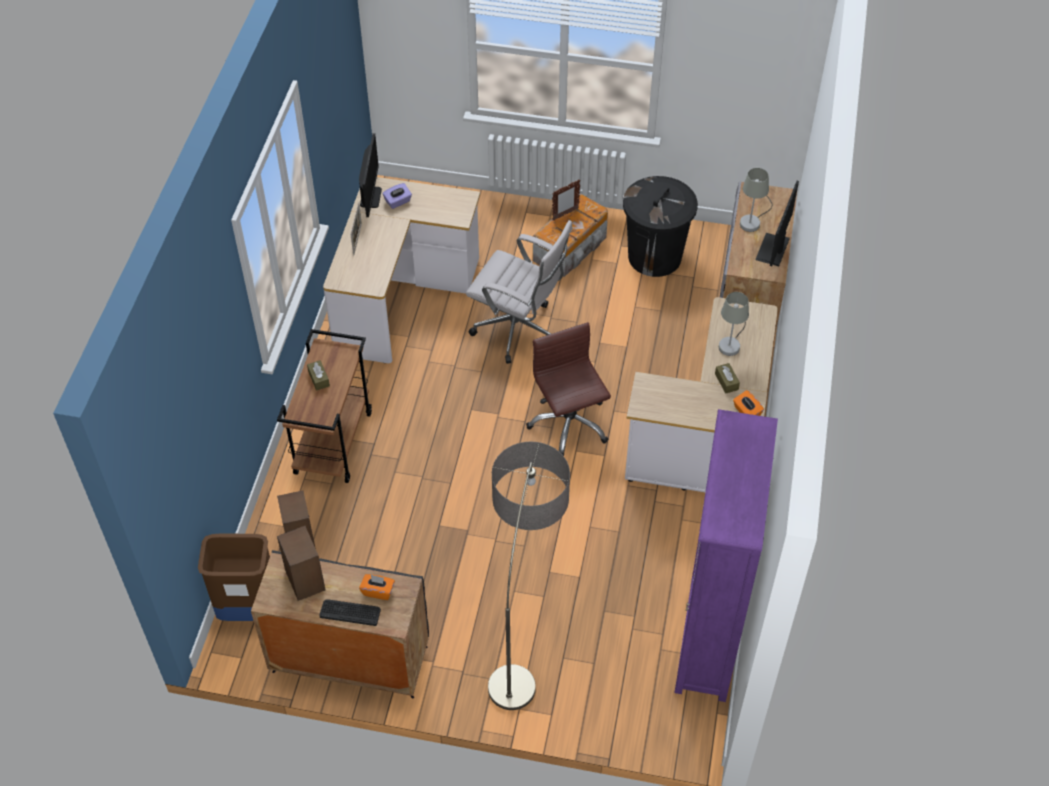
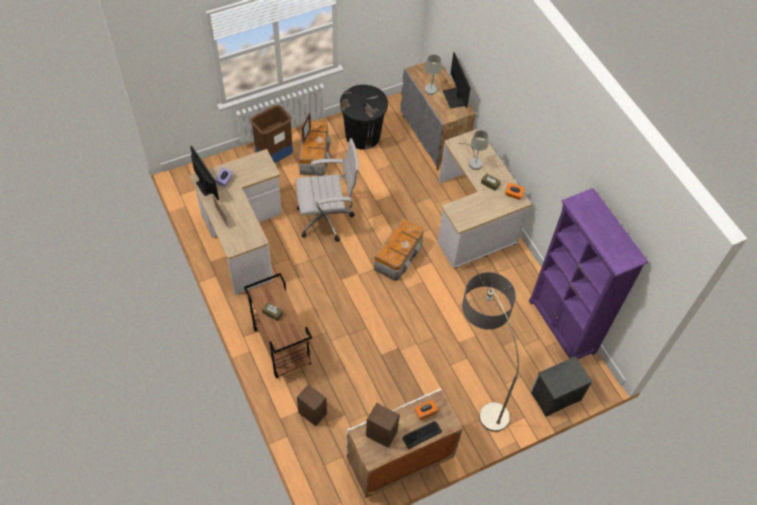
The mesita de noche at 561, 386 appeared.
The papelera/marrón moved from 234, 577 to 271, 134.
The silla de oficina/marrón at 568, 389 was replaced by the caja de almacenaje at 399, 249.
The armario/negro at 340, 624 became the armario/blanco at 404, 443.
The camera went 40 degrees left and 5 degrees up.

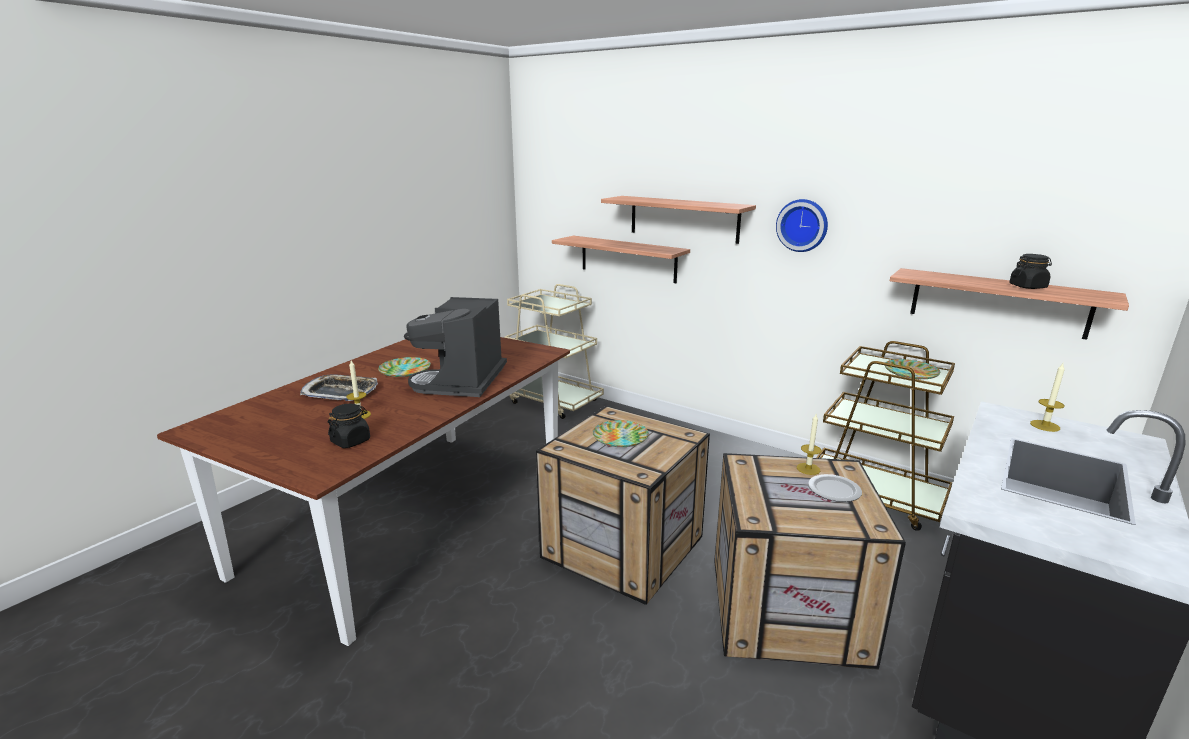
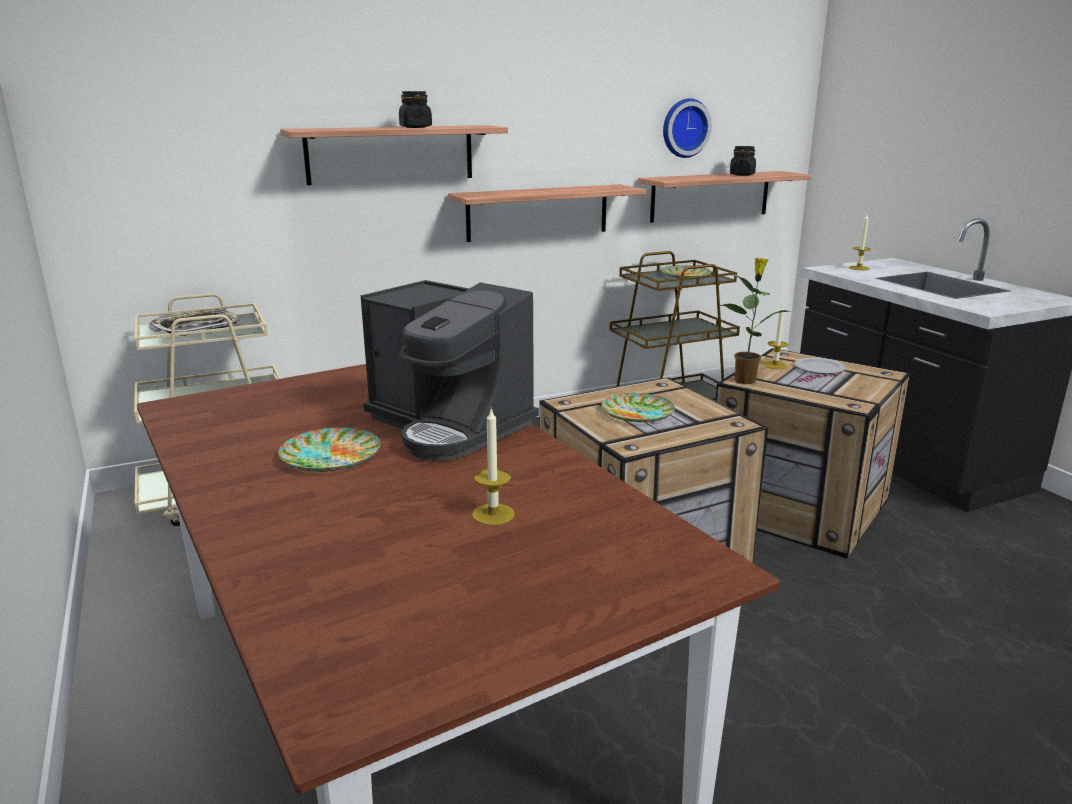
The planta en maceta at 755, 321 appeared.
The bandeja moved from 339, 387 to 195, 322.
The tarro/negro moved from 349, 426 to 415, 109.
The estante moved from 621, 259 to 547, 213.
The reloj de pared moved from 802, 225 to 687, 128.
The camera went 60 degrees left and 0 degrees up.

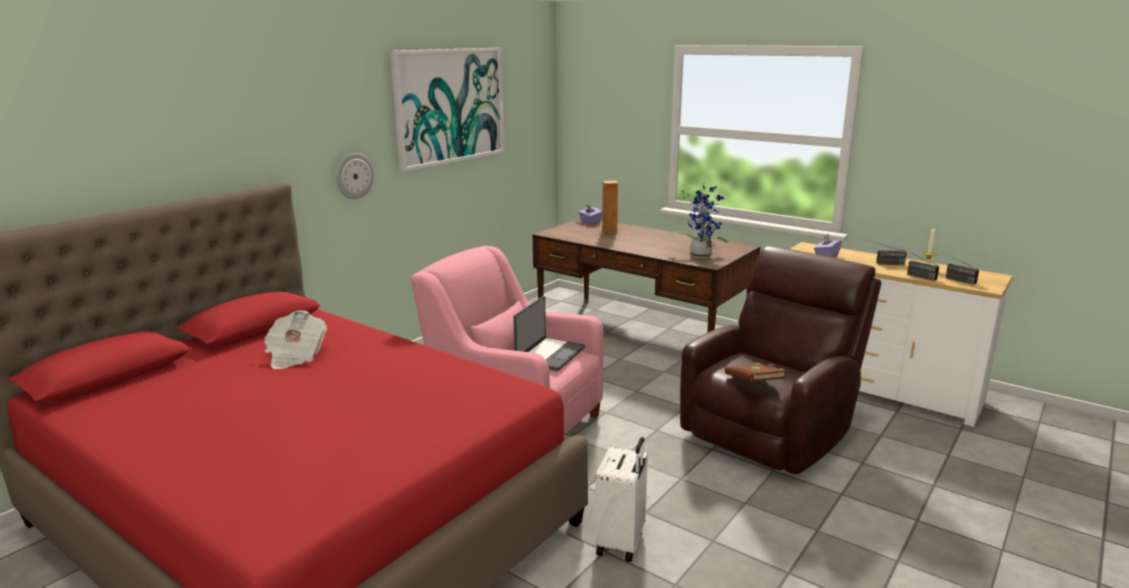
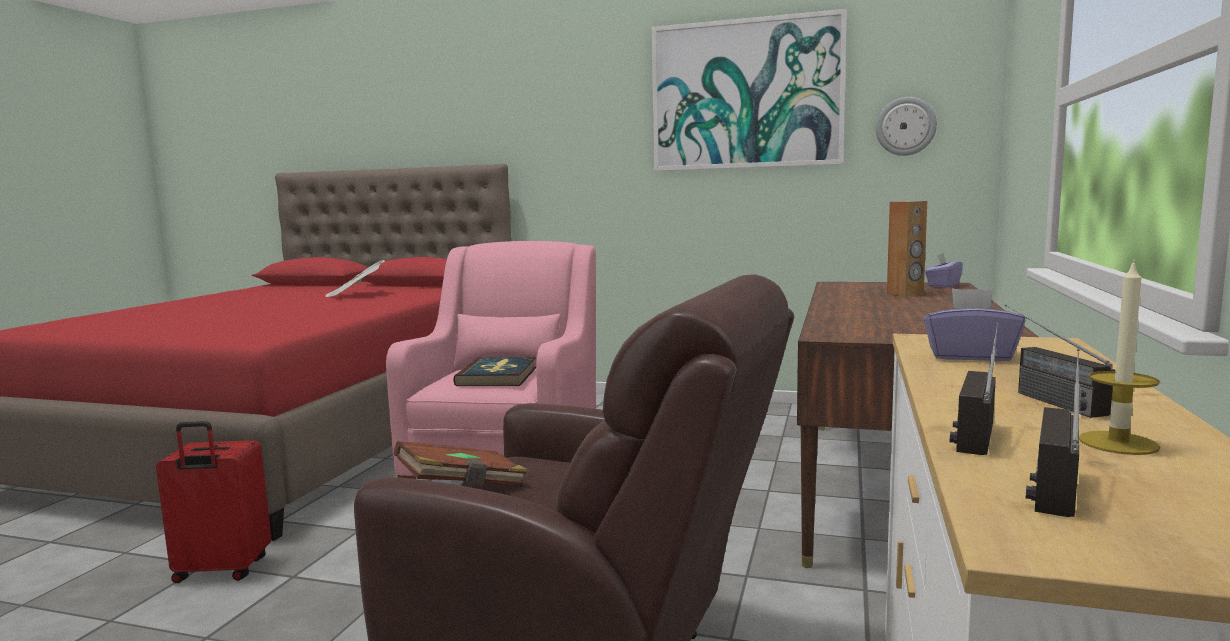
The planta en maceta at 698, 221 disappeared.
The reloj de pared moved from 355, 176 to 906, 126.
The portátil at 549, 333 was replaced by the libro at 494, 371.
The maleta/blanco at 621, 499 became the maleta/rojo at 213, 502.
The camera went 70 degrees right and 10 degrees down.

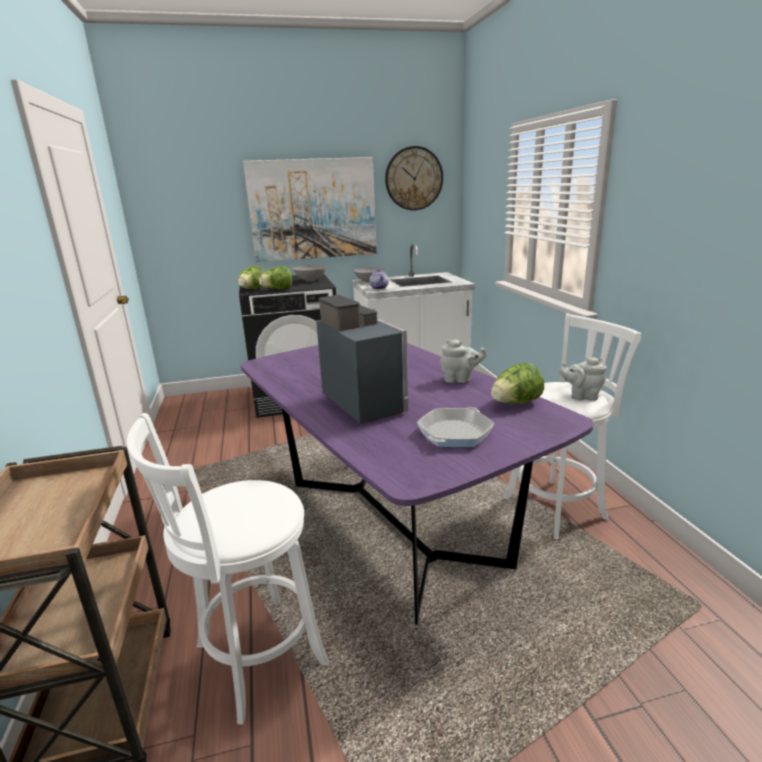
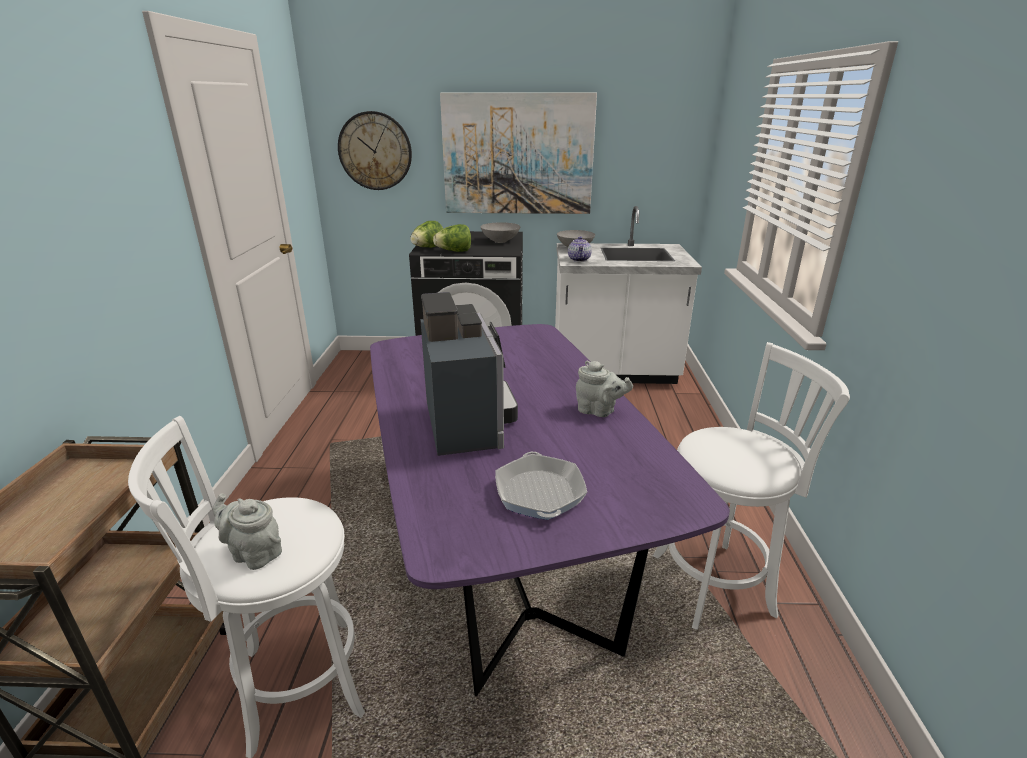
The lechuga at 517, 383 disappeared.
The reloj de pared moved from 414, 178 to 375, 150.
The tetera/gris moved from 582, 379 to 247, 531.
The sartén at 456, 427 turned 120 degrees clockwise.
The camera went 15 degrees right and 5 degrees up.

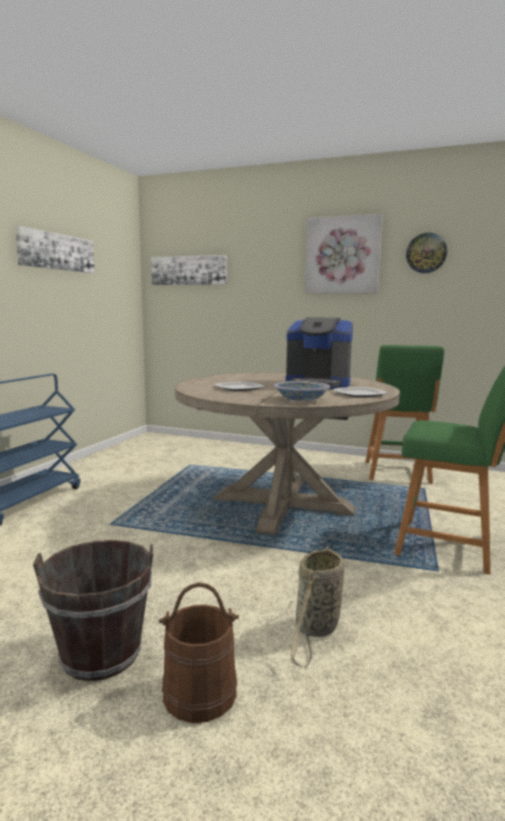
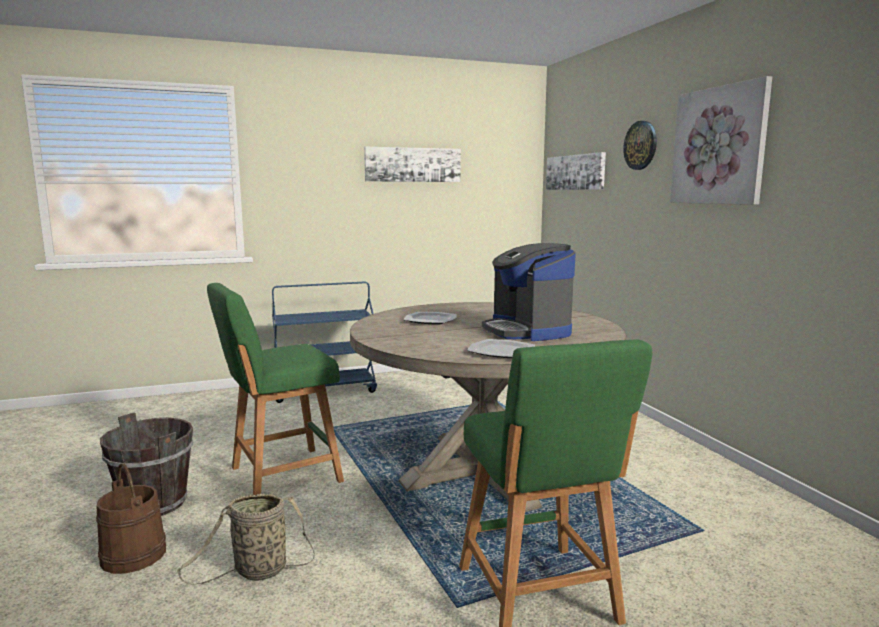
The cuenco at 302, 391 disappeared.
The taburete/verde moved from 404, 414 to 275, 389.
The reloj de pared moved from 426, 253 to 640, 145.
The camera went 50 degrees right and 0 degrees up.

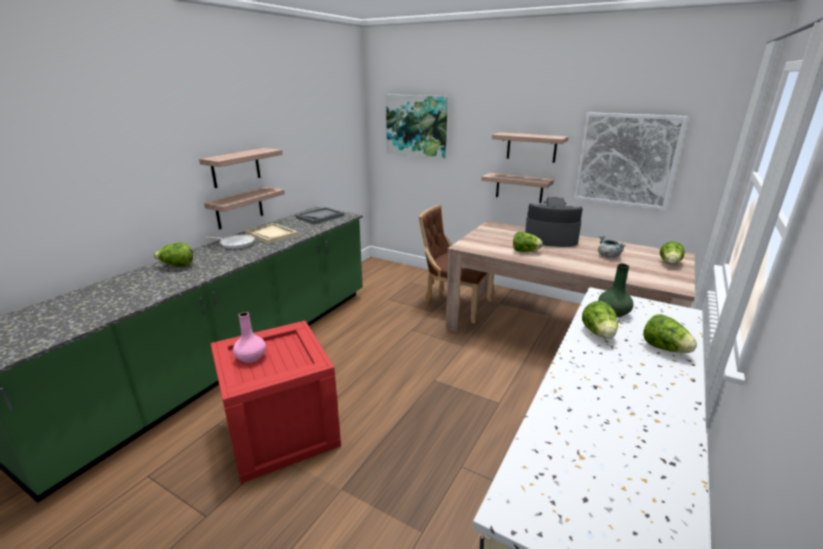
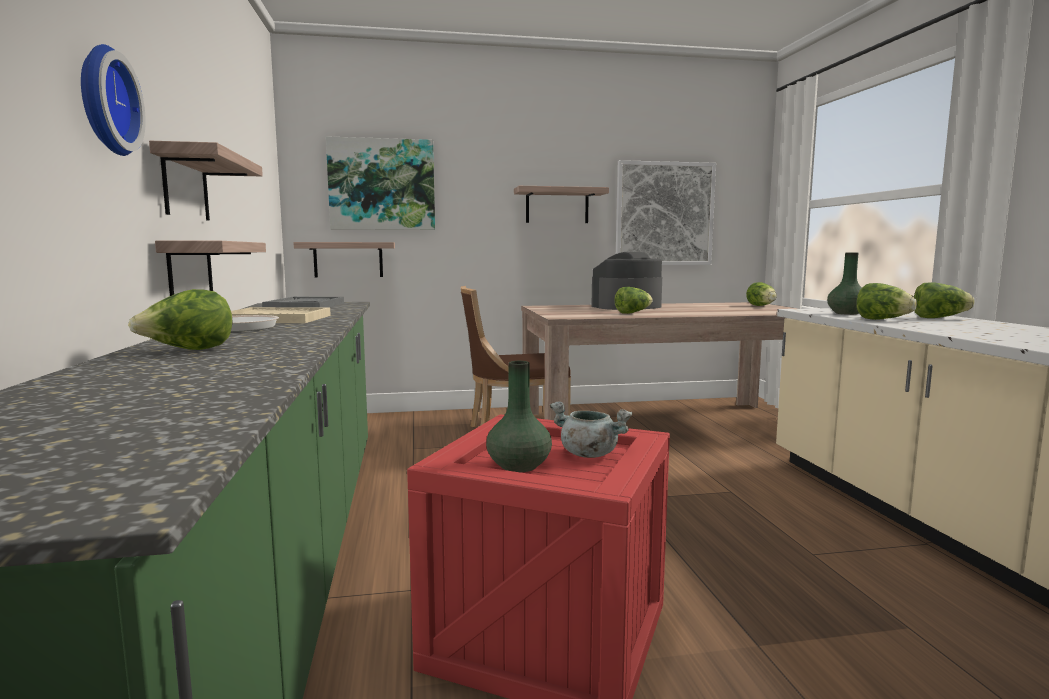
The reloj de pared at 113, 100 appeared.
The estante moved from 517, 188 to 344, 259.
The olla/gris moved from 612, 246 to 591, 430.
The florero/rosa at 249, 337 became the florero/verde at 519, 416.
The camera went 40 degrees left and 15 degrees down.

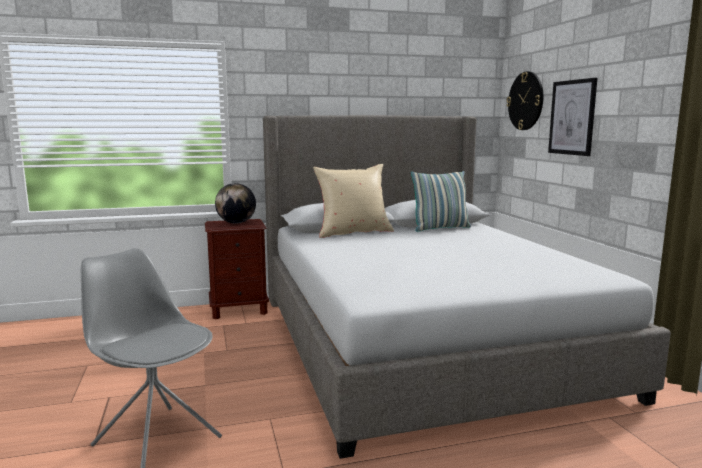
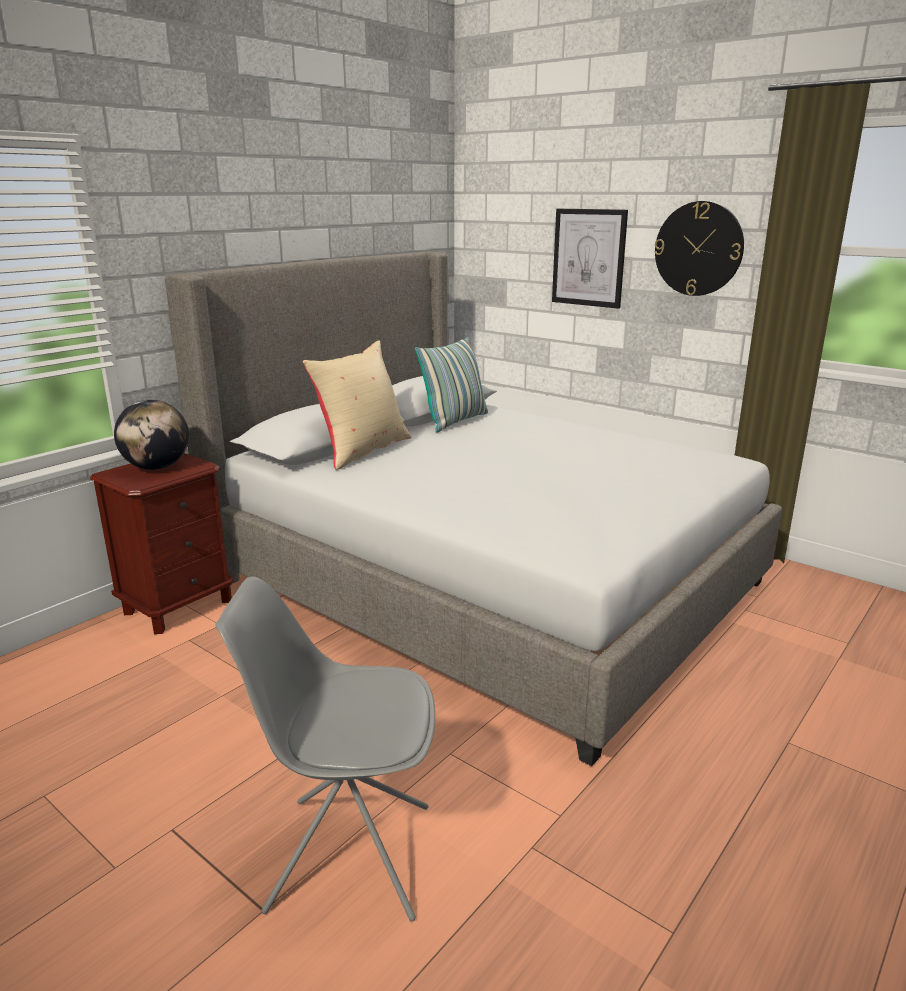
The reloj de pared moved from 525, 100 to 699, 248.
The camera went 35 degrees left and 10 degrees up.

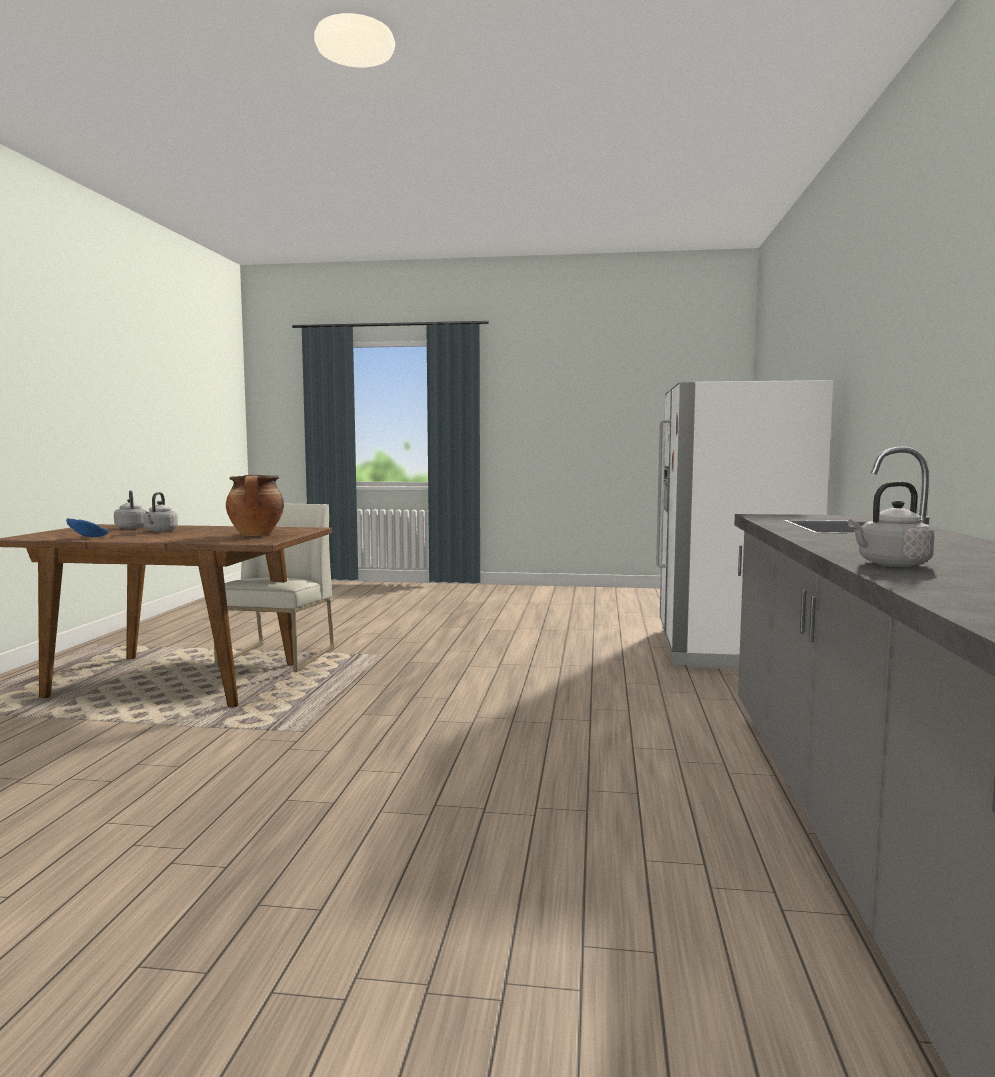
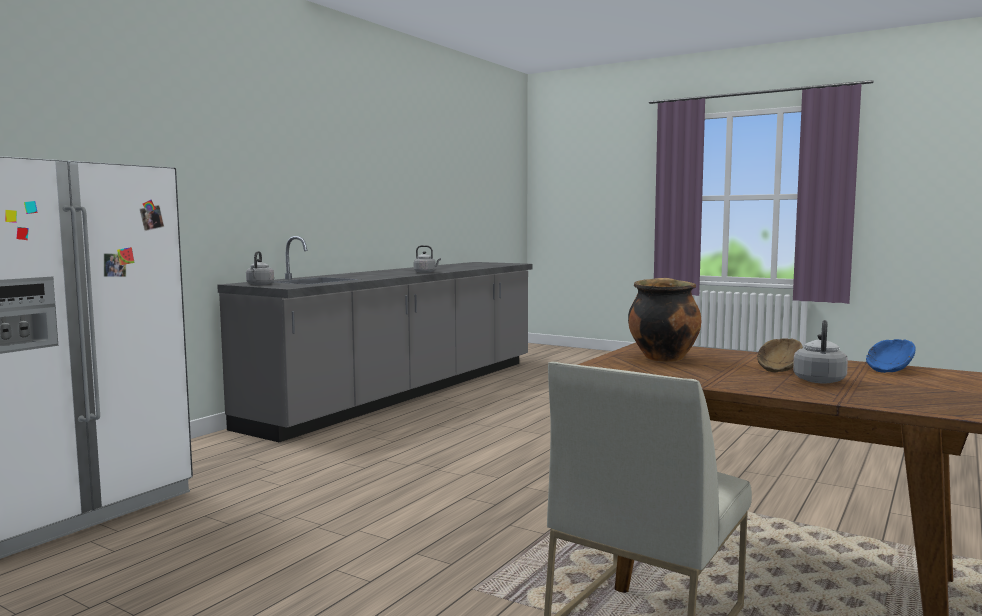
The cuenco/marrón at 780, 355 appeared.
The hervidor/gris moved from 130, 509 to 260, 268.
The camera went 155 degrees left and 0 degrees up.

